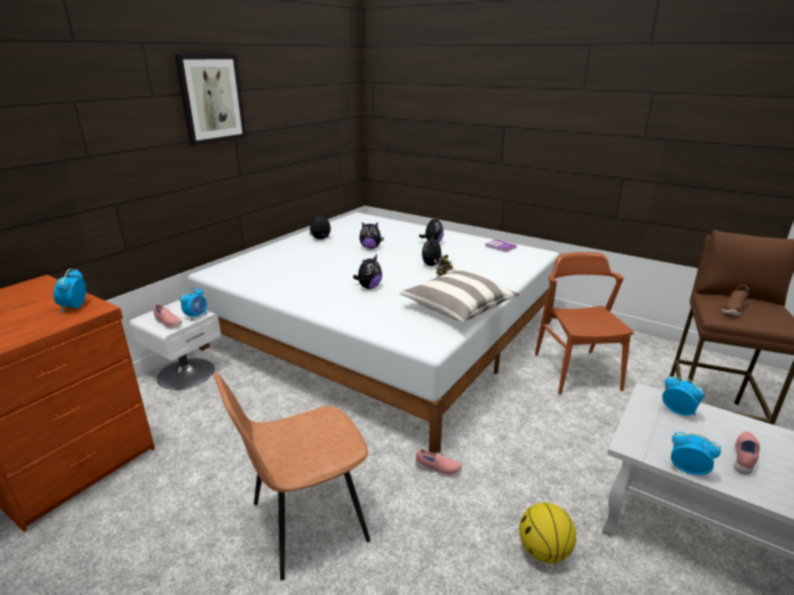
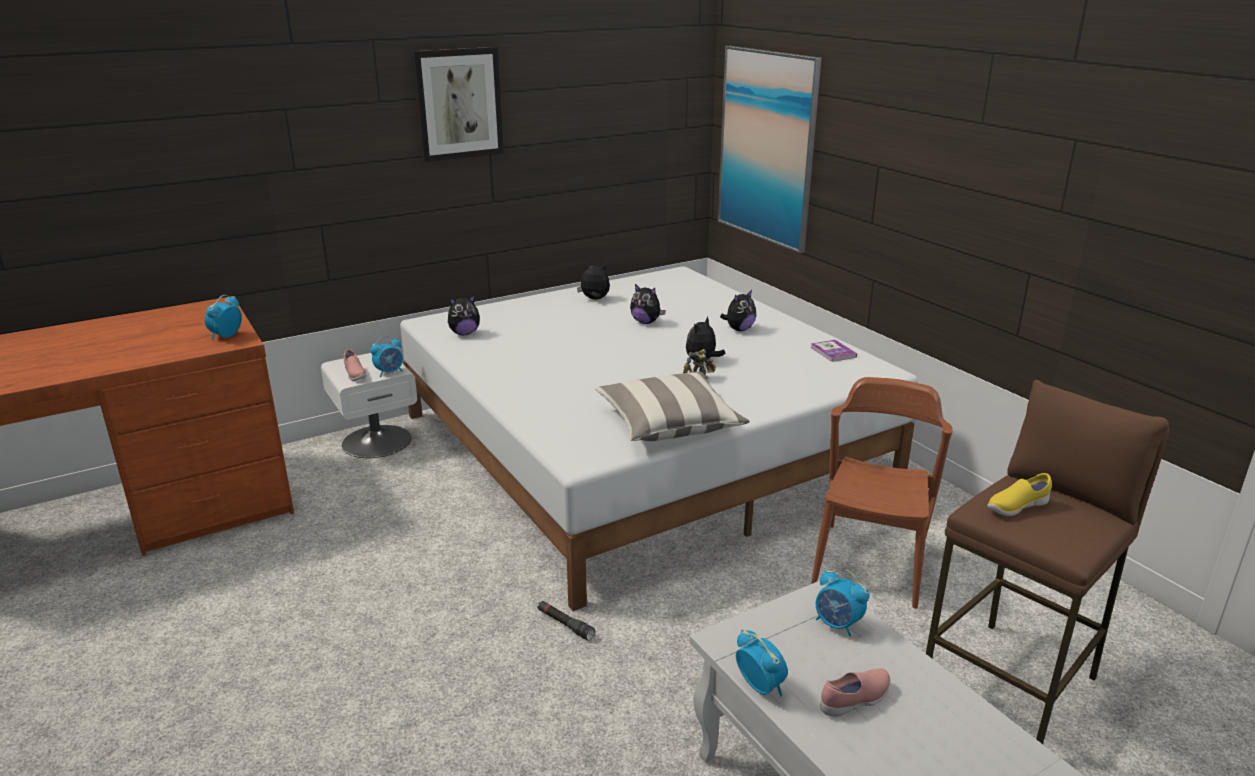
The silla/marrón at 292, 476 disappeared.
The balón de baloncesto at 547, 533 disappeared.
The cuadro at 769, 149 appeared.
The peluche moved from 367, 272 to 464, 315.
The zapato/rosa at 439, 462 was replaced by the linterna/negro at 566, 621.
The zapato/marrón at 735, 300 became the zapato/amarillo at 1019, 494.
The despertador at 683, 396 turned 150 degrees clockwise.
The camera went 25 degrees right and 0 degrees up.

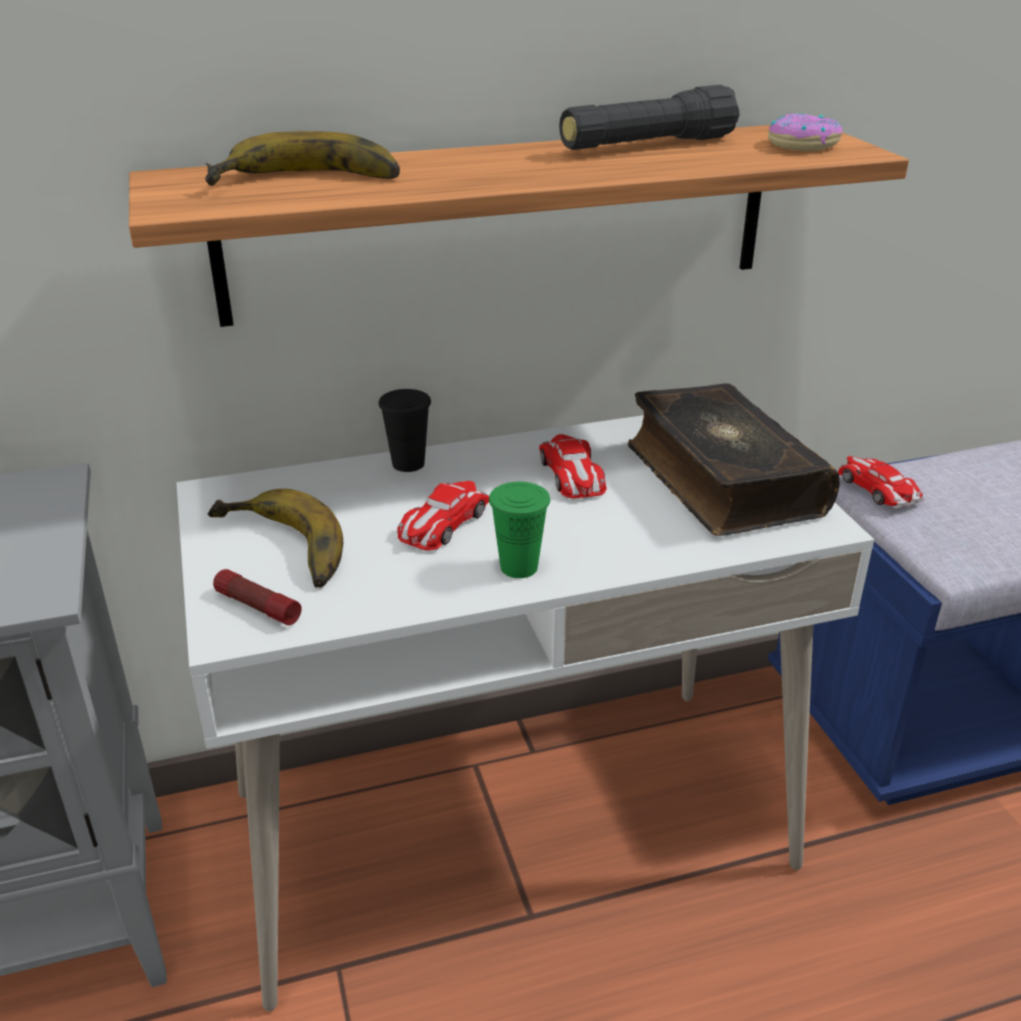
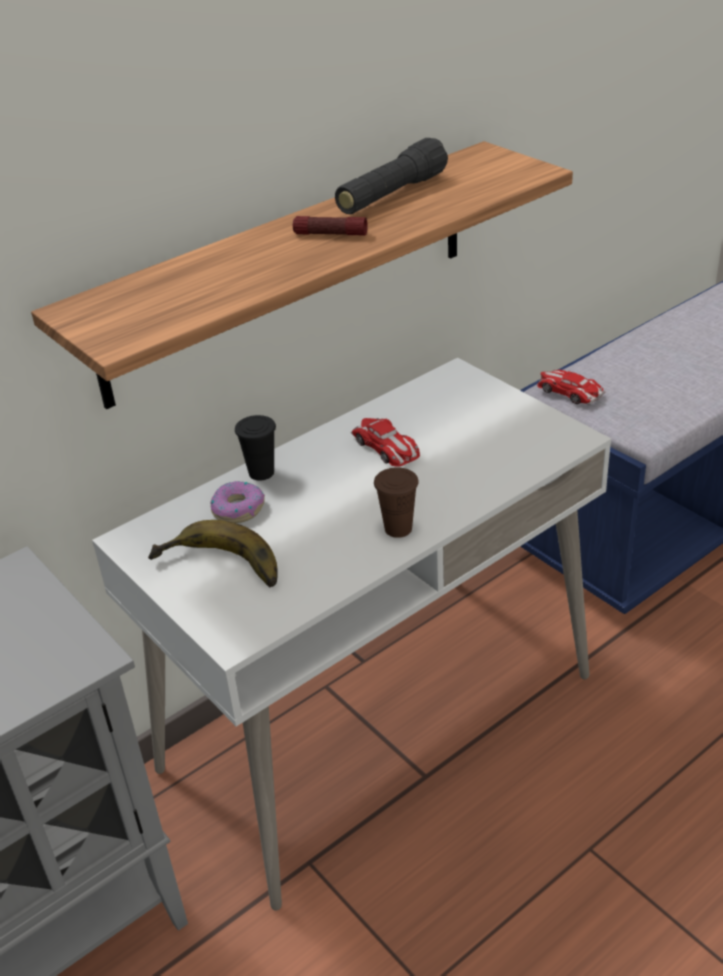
The plátano at 302, 158 disappeared.
The coche de juguete at 443, 516 disappeared.
The libro at 734, 459 disappeared.
The linterna moved from 257, 597 to 330, 225.
The rosquilla moved from 805, 132 to 237, 502.
The taza/verde at 519, 530 became the taza/marrón at 396, 502.
The camera went 20 degrees left and 5 degrees up.

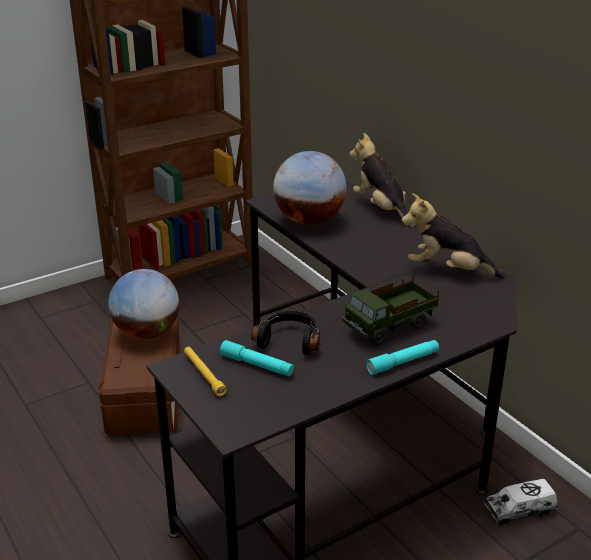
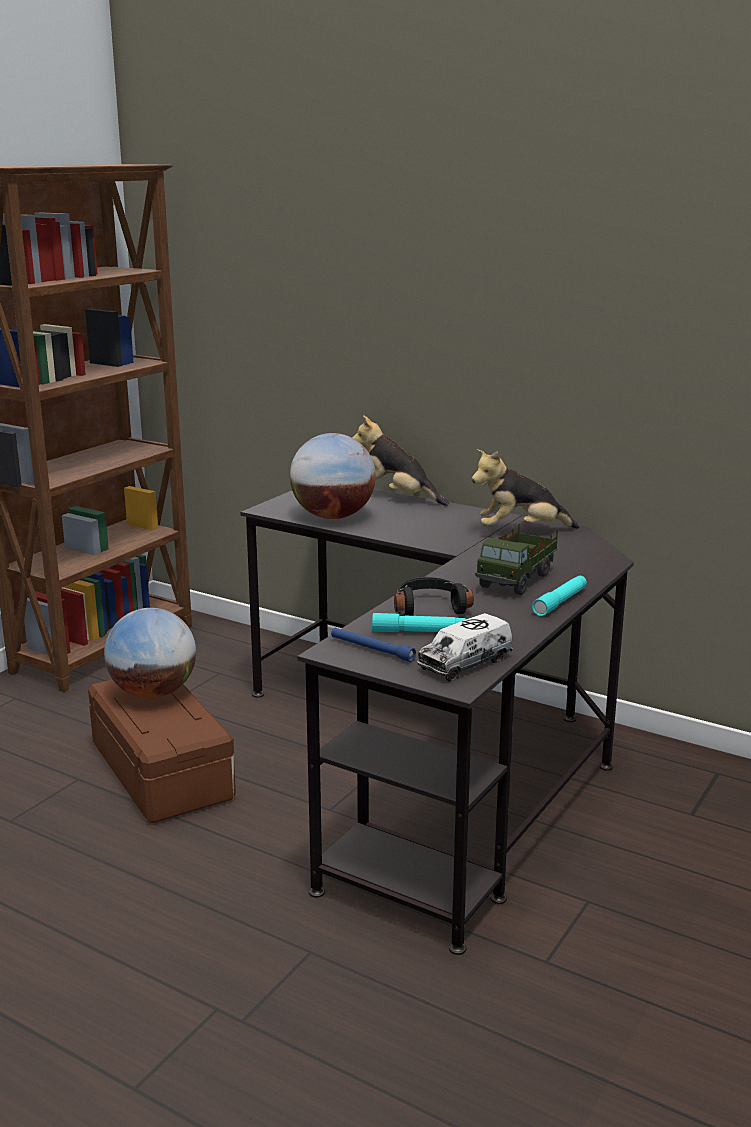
The camión de juguete moved from 520, 502 to 465, 647.
The linterna/amarillo at 205, 371 became the linterna/azul at 373, 645.
The camera went 25 degrees left and 10 degrees down.

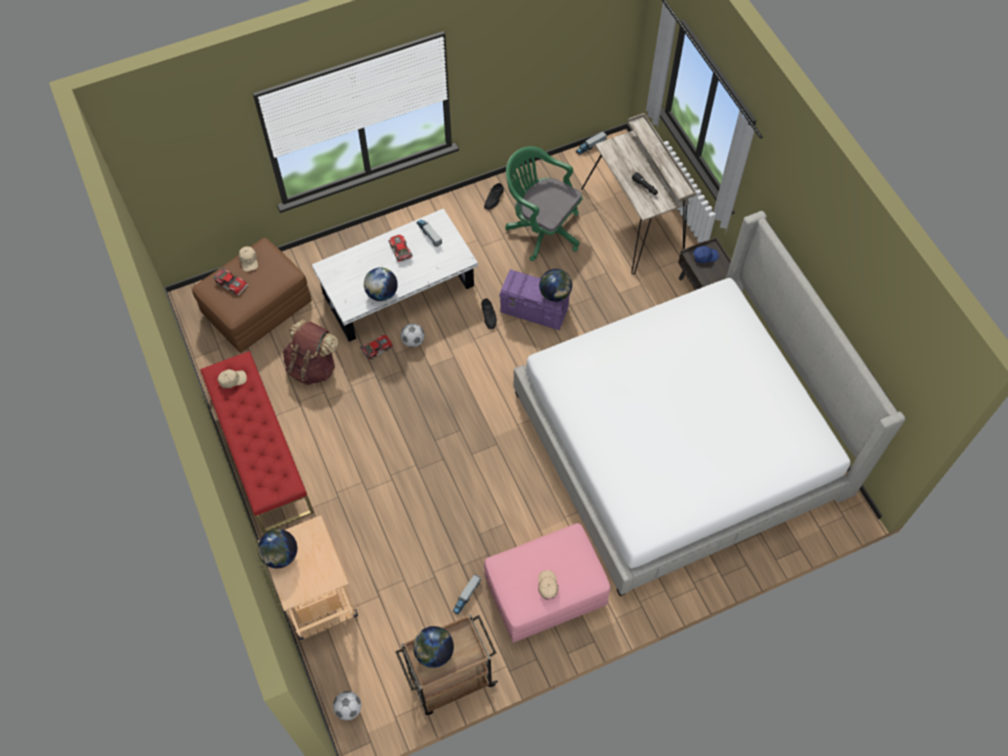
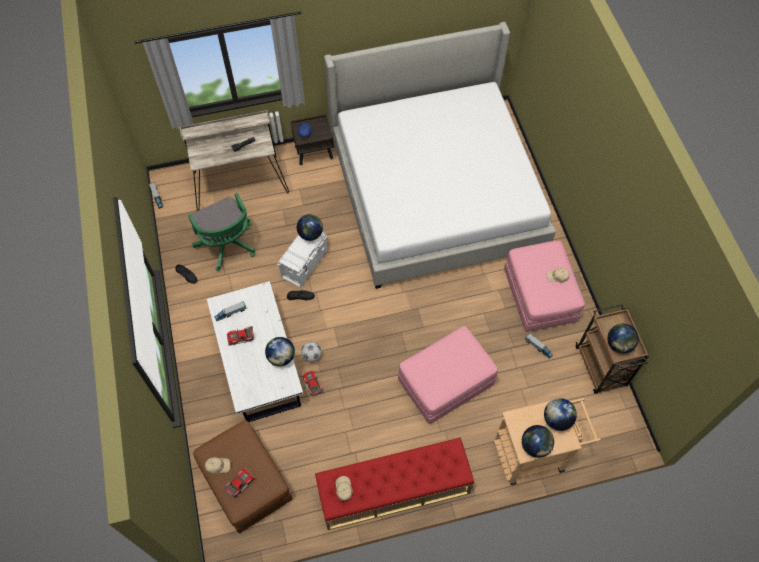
The mochila/marrón at 310, 352 disappeared.
The balón de fútbol at 347, 705 disappeared.
The puf/rosa at 448, 375 appeared.
The globo terráqueo at 560, 414 appeared.
The caja de almacenaje/morado at 534, 299 became the caja de almacenaje/blanco at 302, 259.
The silla de oficina/verde at 544, 203 turned 75 degrees counterclockwise.
The camera went 80 degrees left and 0 degrees up.

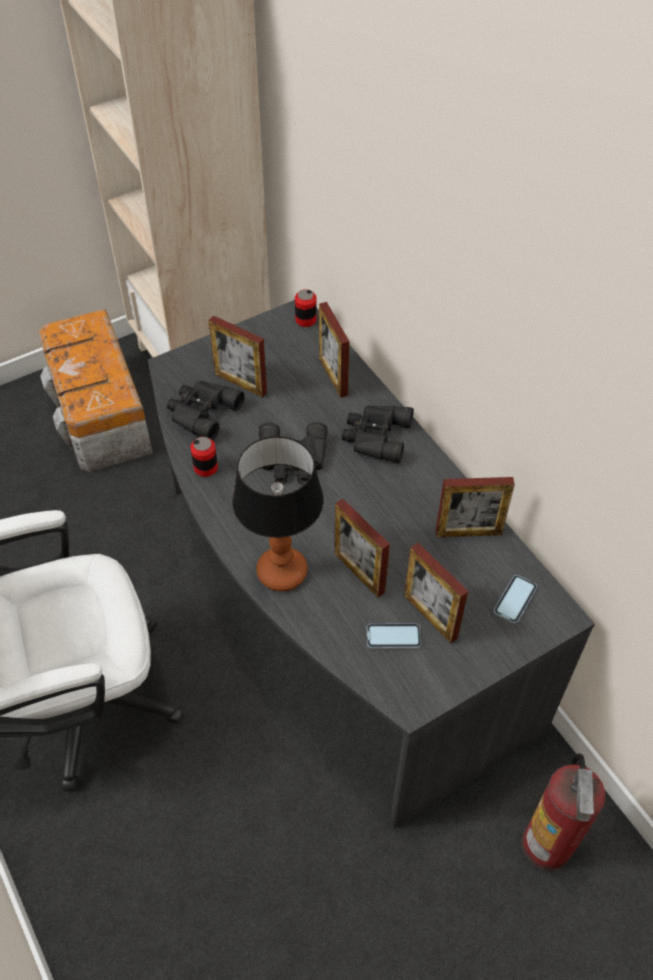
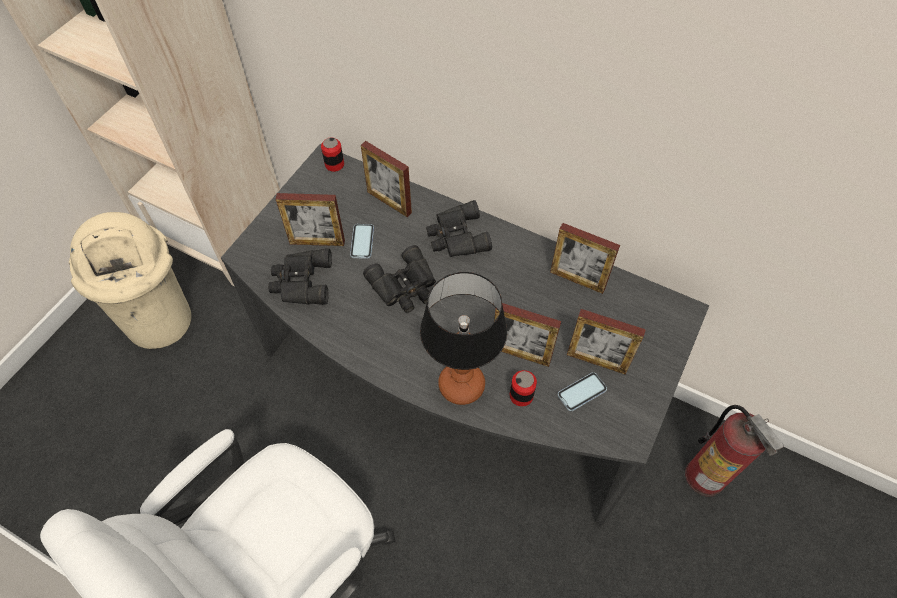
The lata moved from 204, 457 to 523, 388.
The móvil moved from 515, 599 to 362, 241.
The caja de almacenaje at 95, 390 was replaced by the papelera/beis at 130, 280.
The portarretratos at 475, 507 turned 60 degrees clockwise.
The camera went 30 degrees left and 5 degrees up.

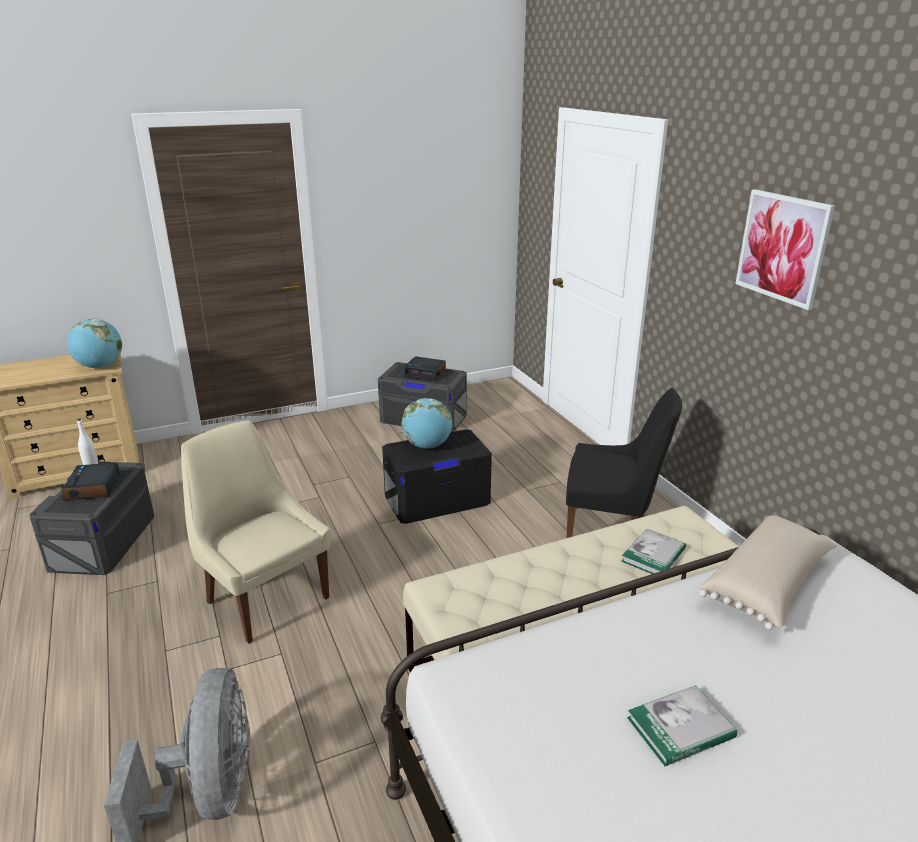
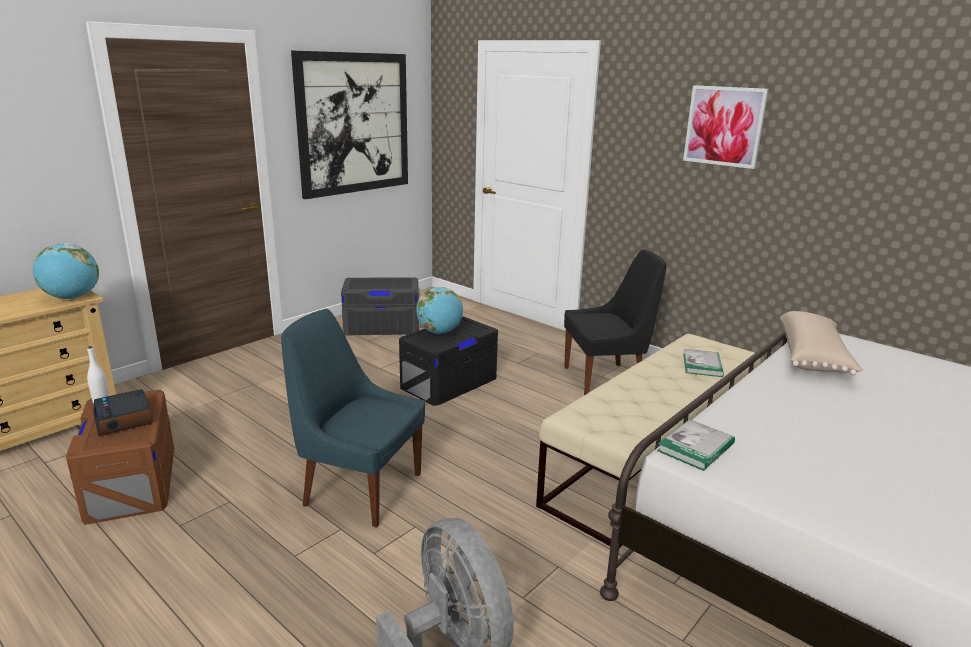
The despertador at 425, 368 disappeared.
The cuadro at 349, 125 appeared.
The libro moved from 682, 725 to 696, 445.
The caja de almacenaje/gris at 92, 518 became the caja de almacenaje/marrón at 120, 457.
The silla/beis at 255, 532 became the silla/azul at 353, 418.
The camera went 25 degrees left and 5 degrees down.

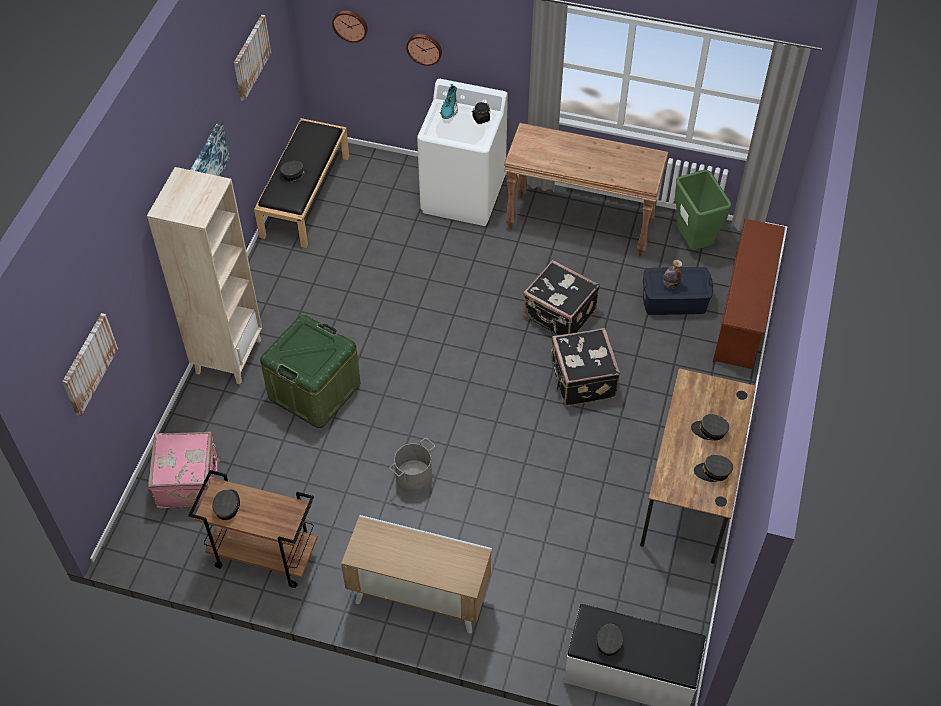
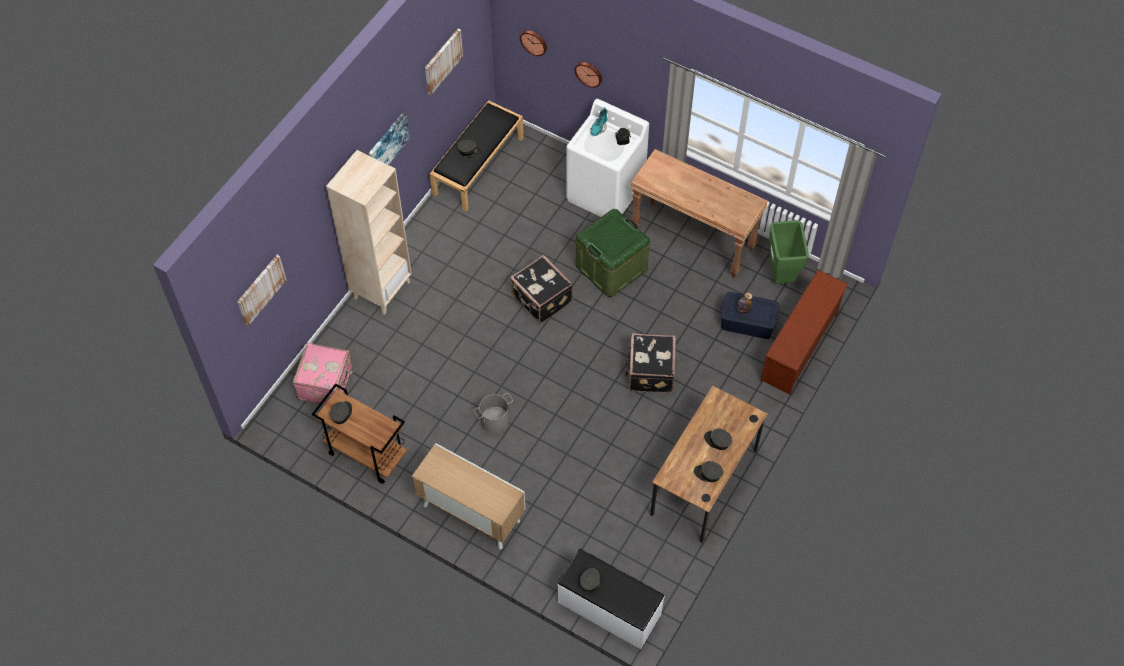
The caja de almacenaje/verde moved from 310, 371 to 613, 253.
The maleta/negro moved from 561, 297 to 541, 289.
The camera went 15 degrees right and 5 degrees up.

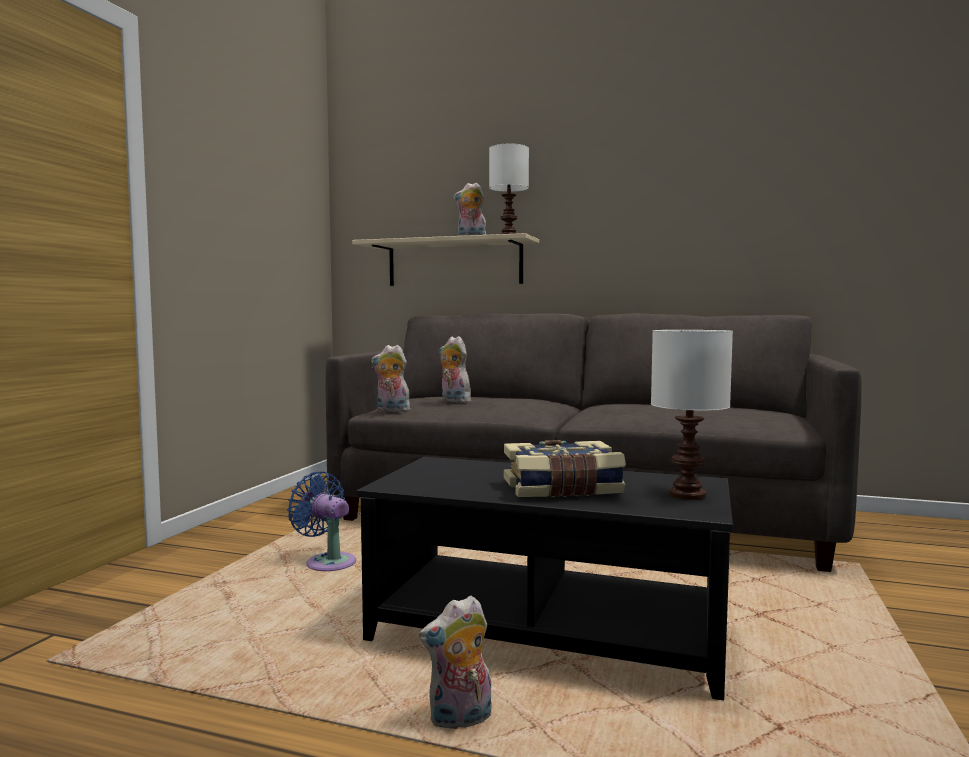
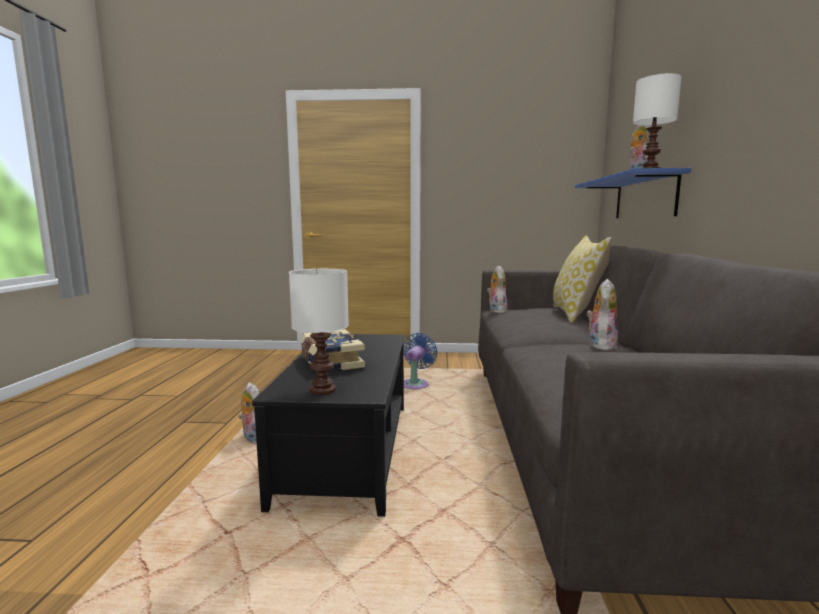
The cojín at 582, 279 appeared.
The peluche moved from 455, 369 to 602, 314.
The estante/beis at 445, 259 became the estante/azul at 633, 193.
The camera went 75 degrees right and 5 degrees up.

